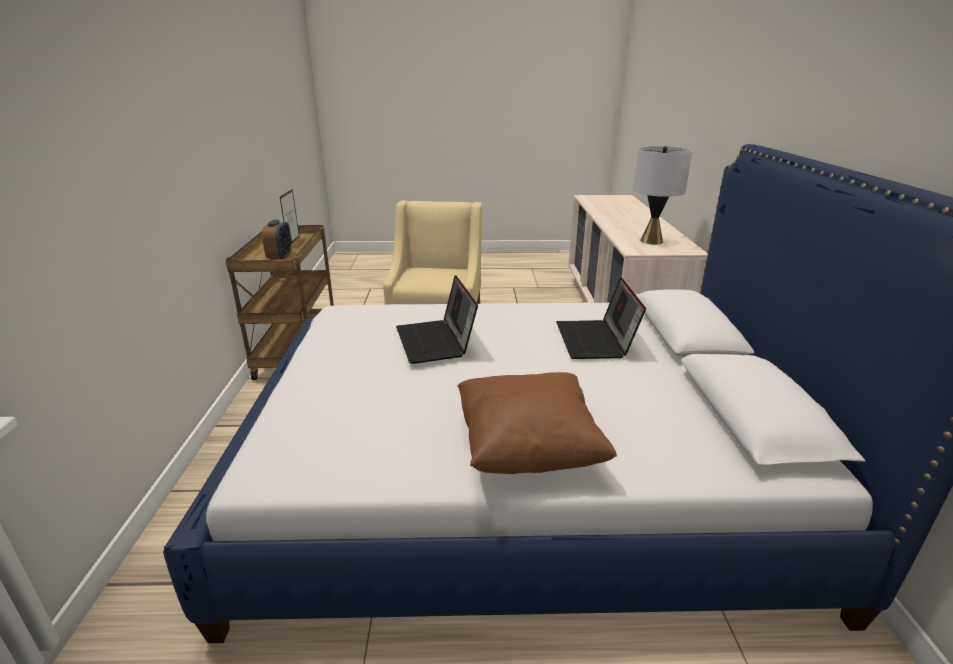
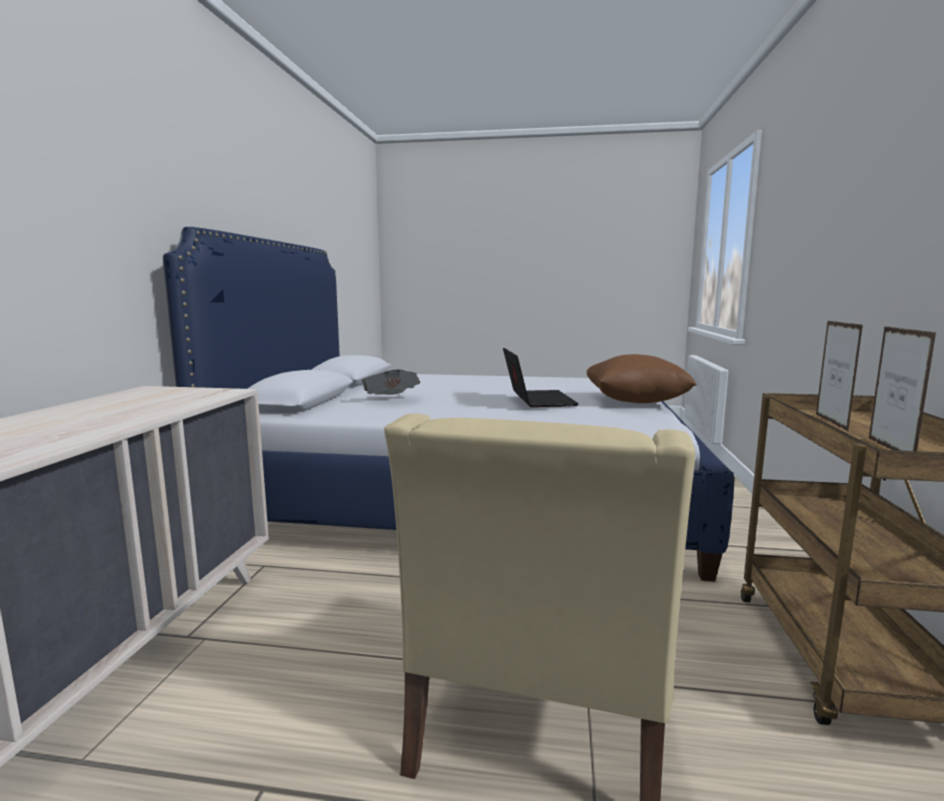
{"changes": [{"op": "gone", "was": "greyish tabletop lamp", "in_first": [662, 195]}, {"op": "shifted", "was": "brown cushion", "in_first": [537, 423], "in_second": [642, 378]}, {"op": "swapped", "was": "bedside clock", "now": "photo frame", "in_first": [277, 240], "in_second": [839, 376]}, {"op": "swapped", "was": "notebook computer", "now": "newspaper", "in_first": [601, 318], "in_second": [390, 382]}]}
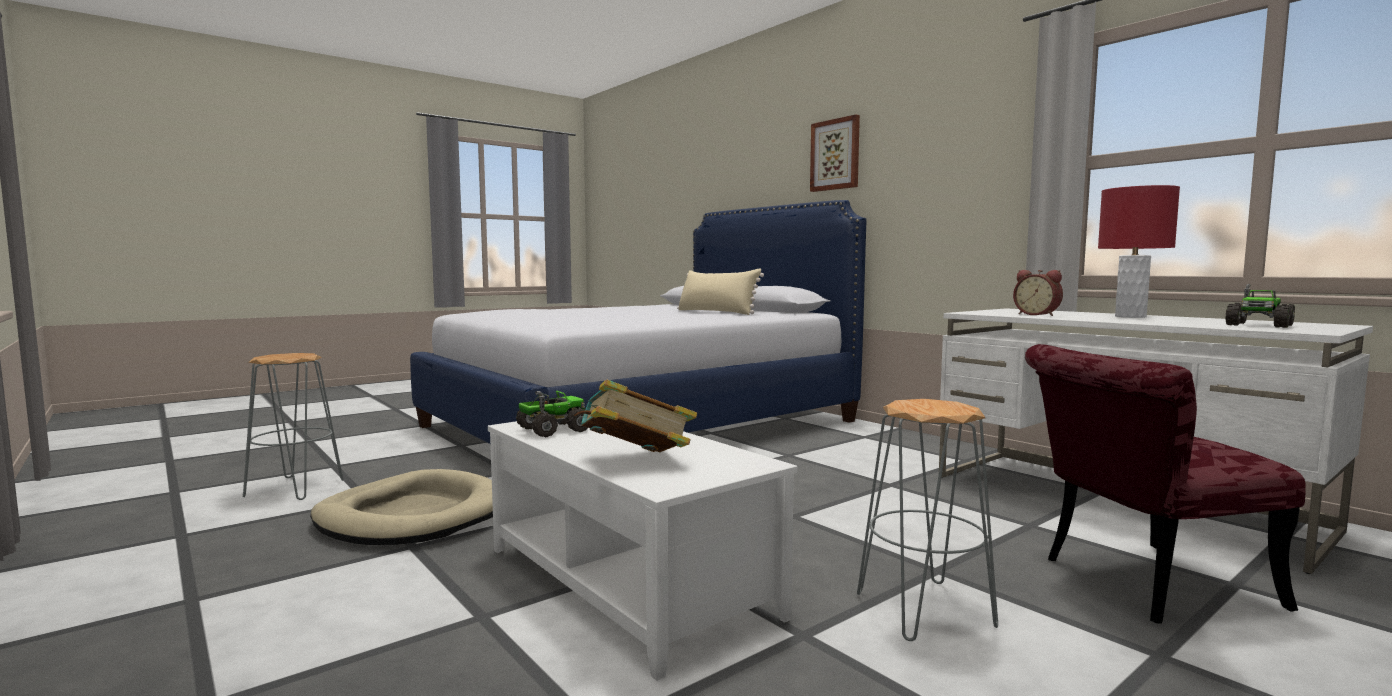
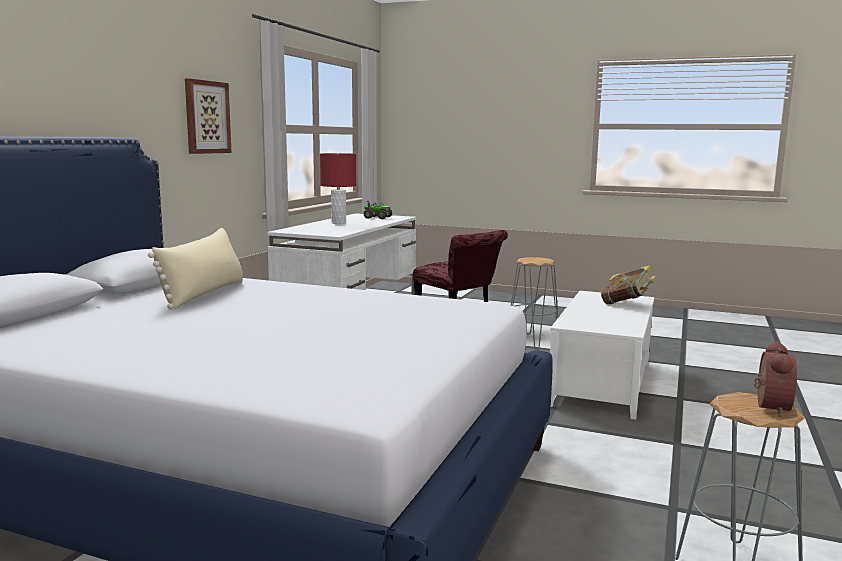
{"changes": [{"op": "gone", "was": "sand-coloured dog bed", "in_first": [401, 507]}, {"op": "gone", "was": "toy truck", "in_first": [552, 414]}, {"op": "shifted", "was": "wall art", "in_first": [835, 153], "in_second": [208, 116]}, {"op": "shifted", "was": "bedside clock", "in_first": [1038, 293], "in_second": [775, 378]}]}
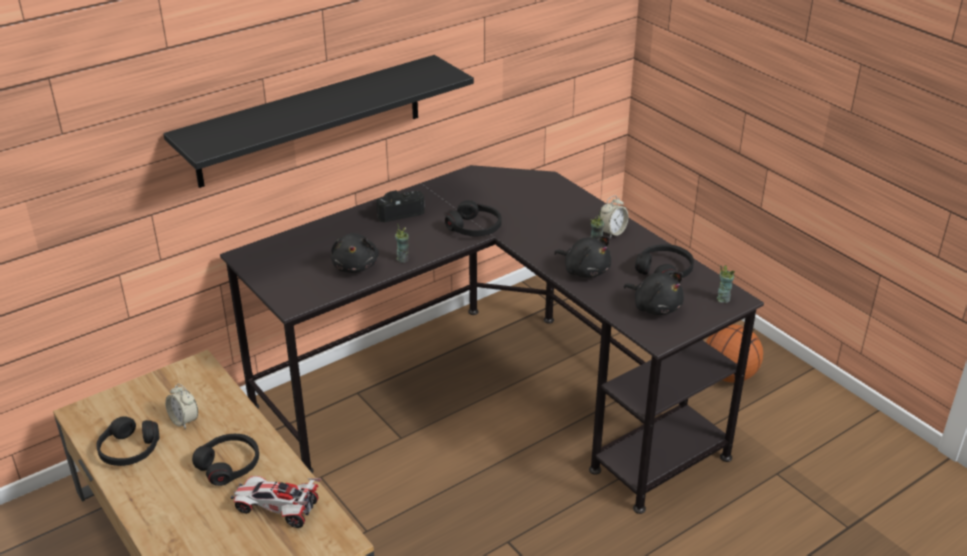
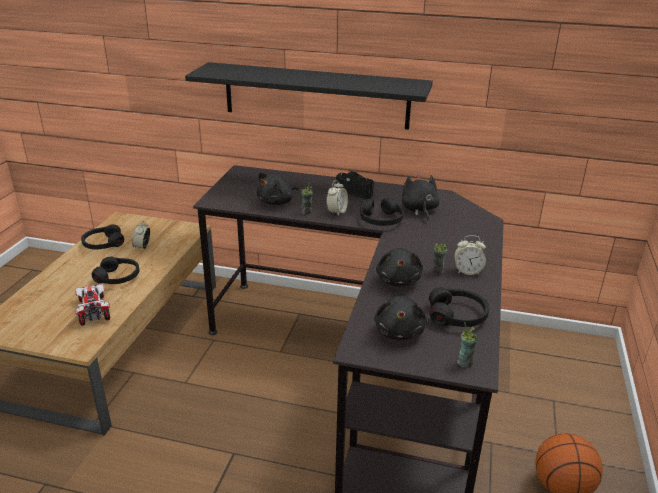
{"changes": [{"op": "new", "now": "bedside clock", "in_second": [337, 198]}, {"op": "new", "now": "black-coloured plush toy", "in_second": [421, 197]}]}
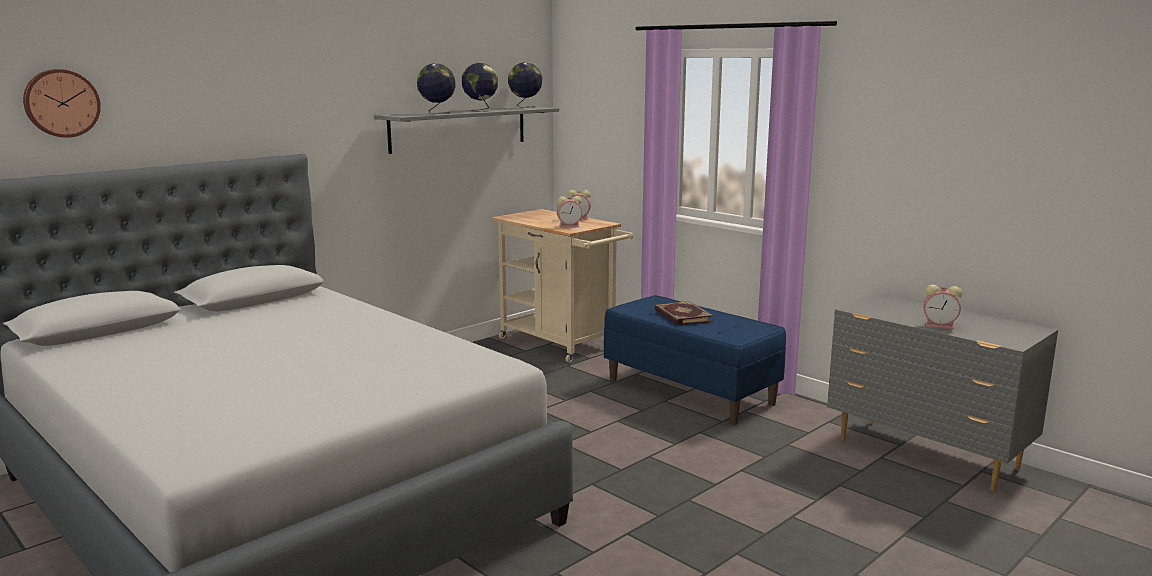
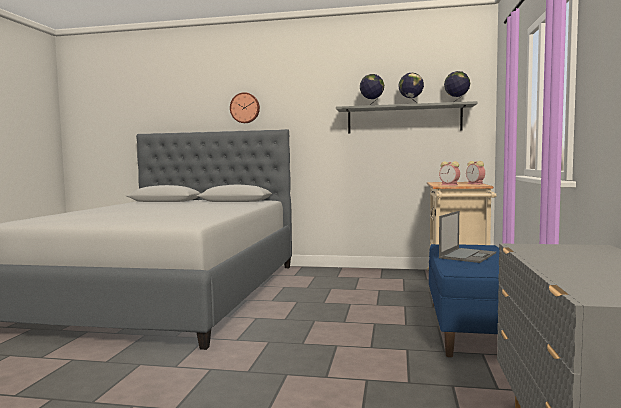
{"changes": [{"op": "gone", "was": "bedside clock", "in_first": [942, 307]}, {"op": "shifted", "was": "clock on the wall", "in_first": [62, 103], "in_second": [245, 107]}, {"op": "swapped", "was": "bound book", "now": "notebook computer", "in_first": [684, 313], "in_second": [467, 237]}]}
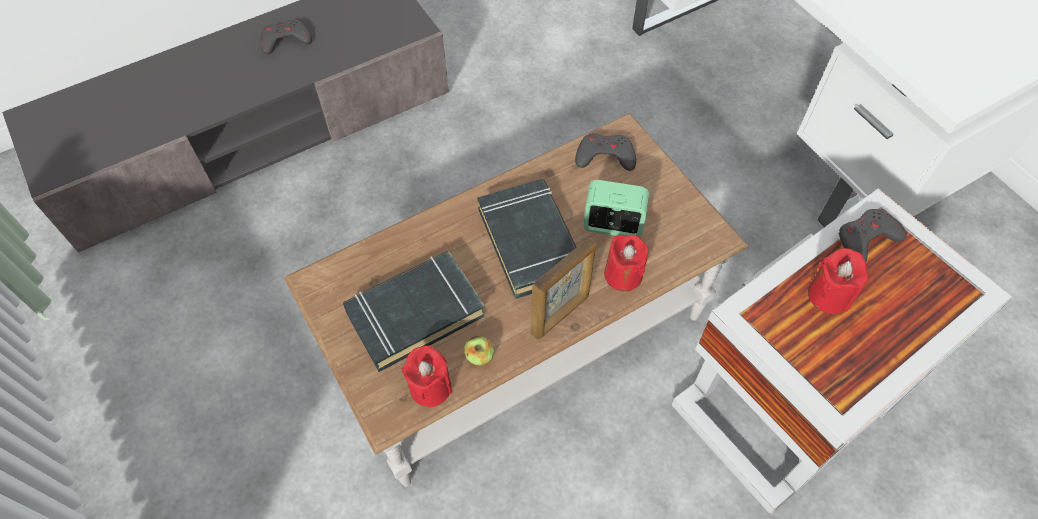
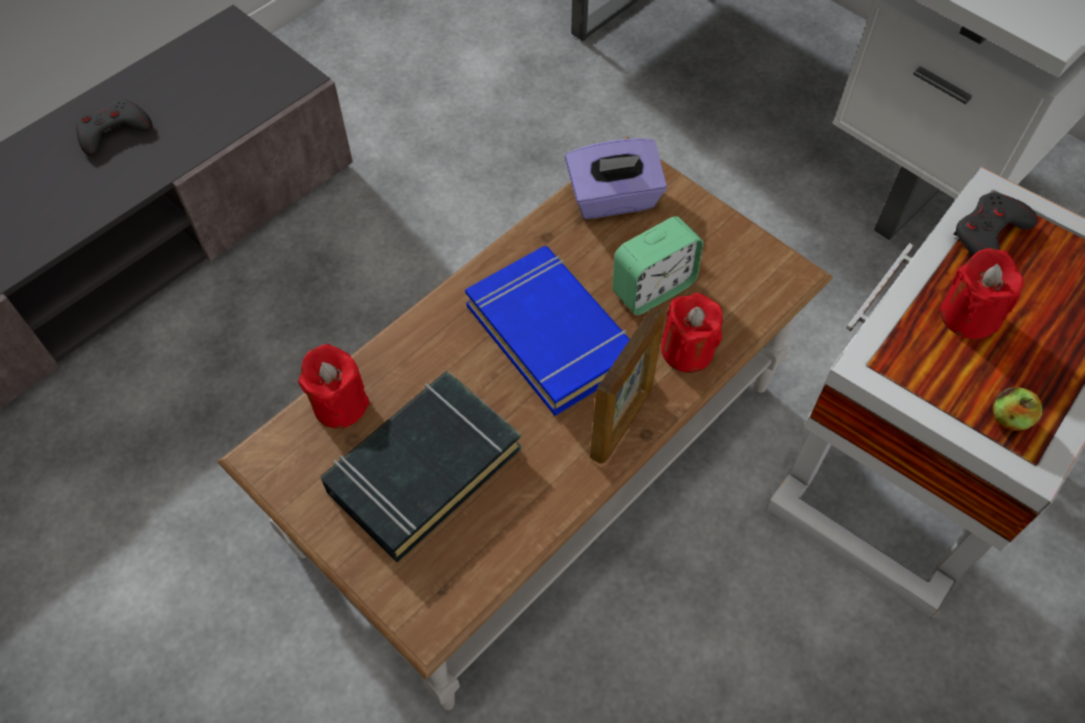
{"changes": [{"op": "shifted", "was": "red-coloured wax light", "in_first": [427, 376], "in_second": [334, 386]}, {"op": "shifted", "was": "apple fruit", "in_first": [479, 351], "in_second": [1017, 409]}, {"op": "swapped", "was": "greyish gamepad", "now": "purple-coloured box of tissues", "in_first": [605, 152], "in_second": [616, 178]}, {"op": "repainted", "was": "black-coloured bound book", "now": "blue bound book", "in_first": [527, 239], "in_second": [547, 331]}, {"op": "rotated", "was": "bedside clock", "in_first": [616, 208], "in_second": [657, 265], "clockwise": 150}]}
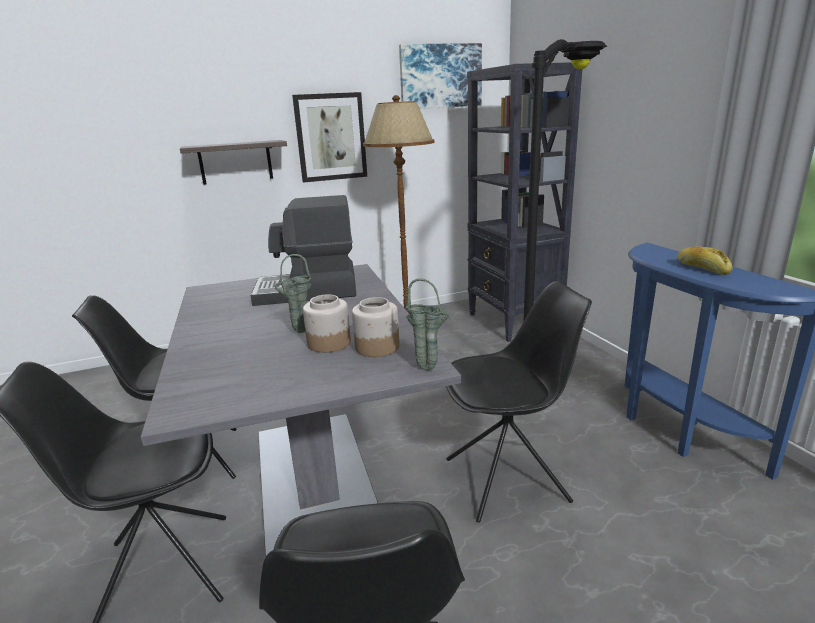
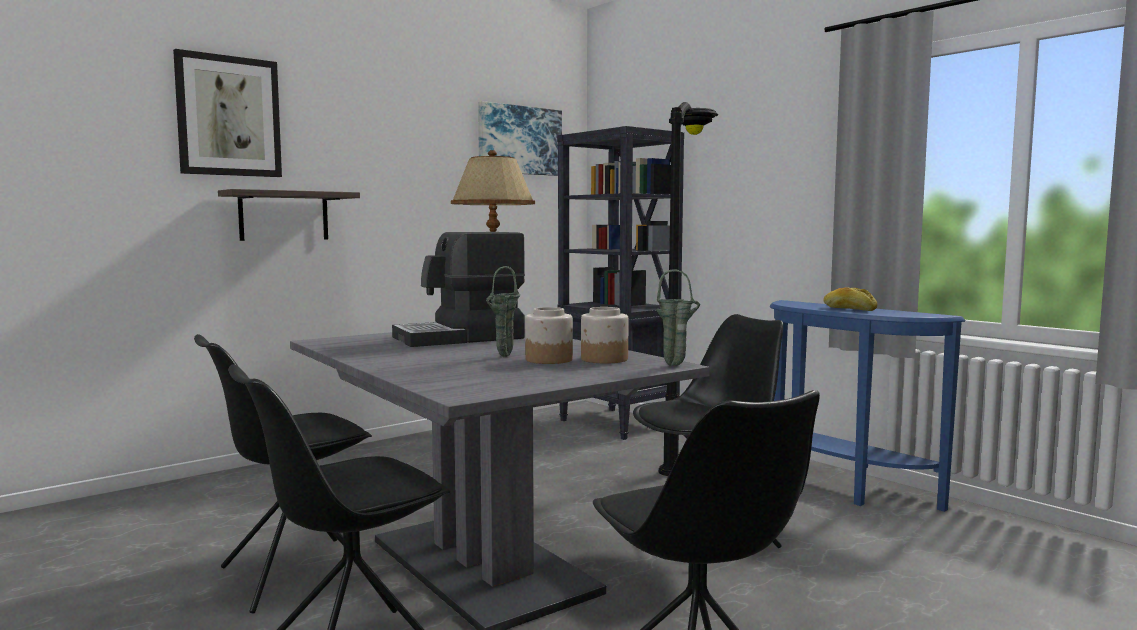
{"changes": [{"op": "shifted", "was": "wall art", "in_first": [329, 137], "in_second": [227, 113]}]}
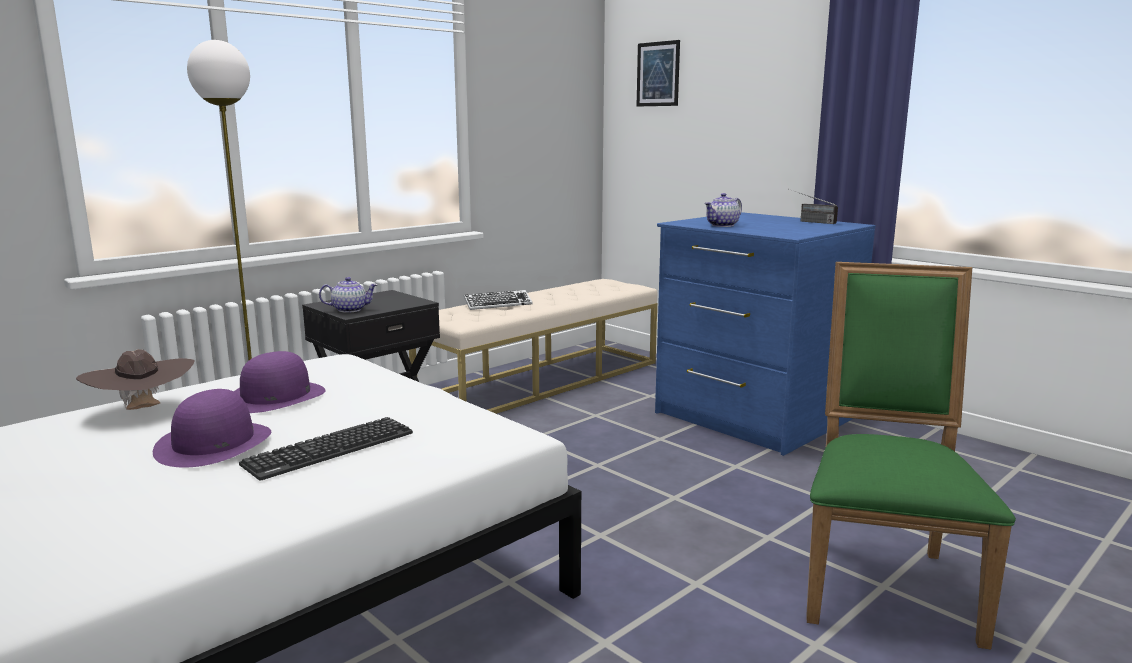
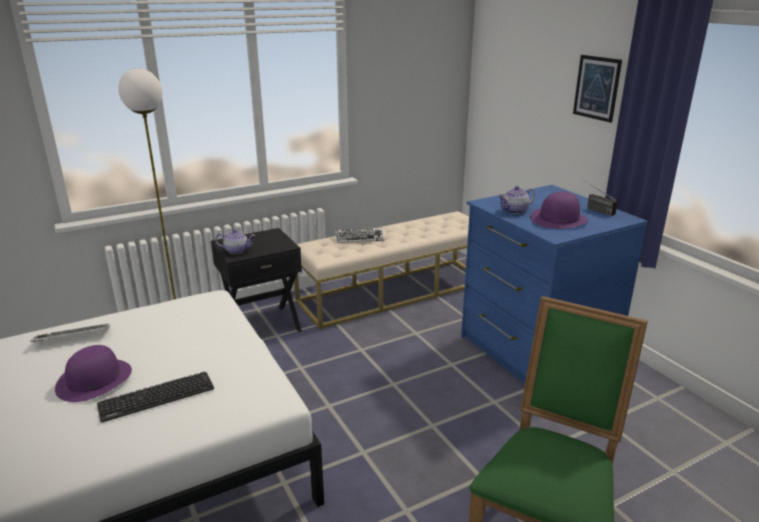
{"changes": [{"op": "shifted", "was": "purple-coloured clothing hat", "in_first": [280, 382], "in_second": [559, 210]}, {"op": "shifted", "was": "wall art", "in_first": [658, 73], "in_second": [597, 89]}, {"op": "swapped", "was": "brown clothing hat", "now": "computer keyboard", "in_first": [135, 379], "in_second": [70, 333]}]}
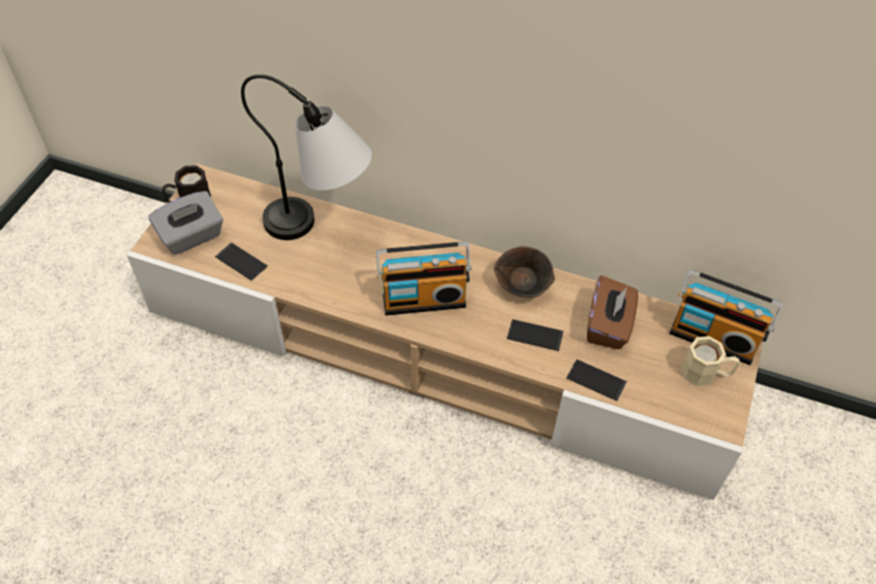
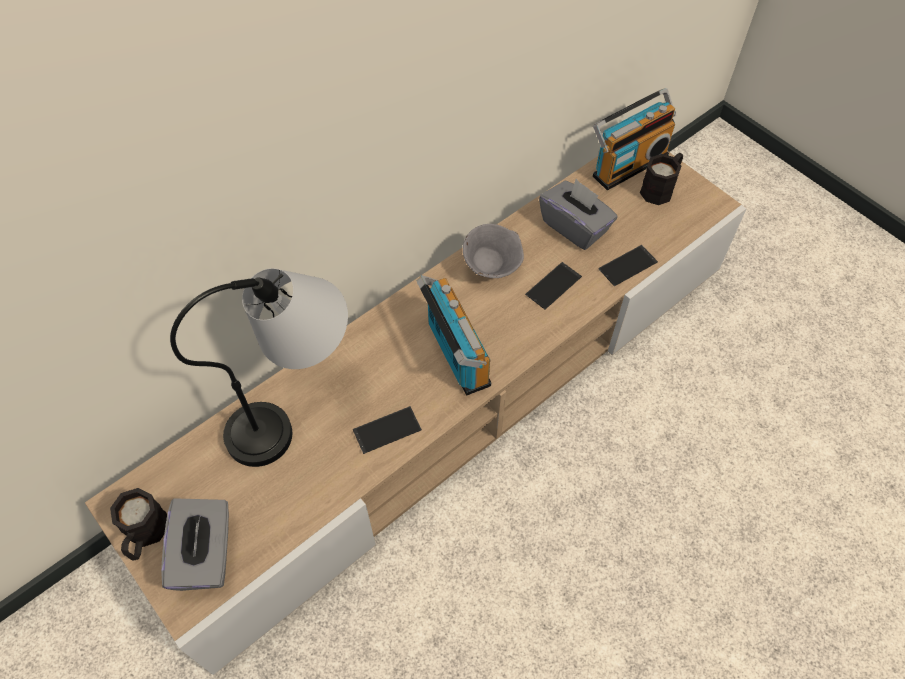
{"changes": [{"op": "shifted", "was": "telephone", "in_first": [241, 261], "in_second": [387, 430]}, {"op": "repainted", "was": "brown deep dish", "now": "greyish deep dish", "in_first": [524, 272], "in_second": [493, 251]}, {"op": "repainted", "was": "brown box of tissues", "now": "greyish box of tissues", "in_first": [612, 312], "in_second": [578, 214]}, {"op": "repainted", "was": "sand-coloured mug", "now": "black-coloured mug", "in_first": [710, 361], "in_second": [661, 179]}, {"op": "rotated", "was": "radio receiver", "in_first": [424, 278], "in_second": [454, 335], "clockwise": -45}]}
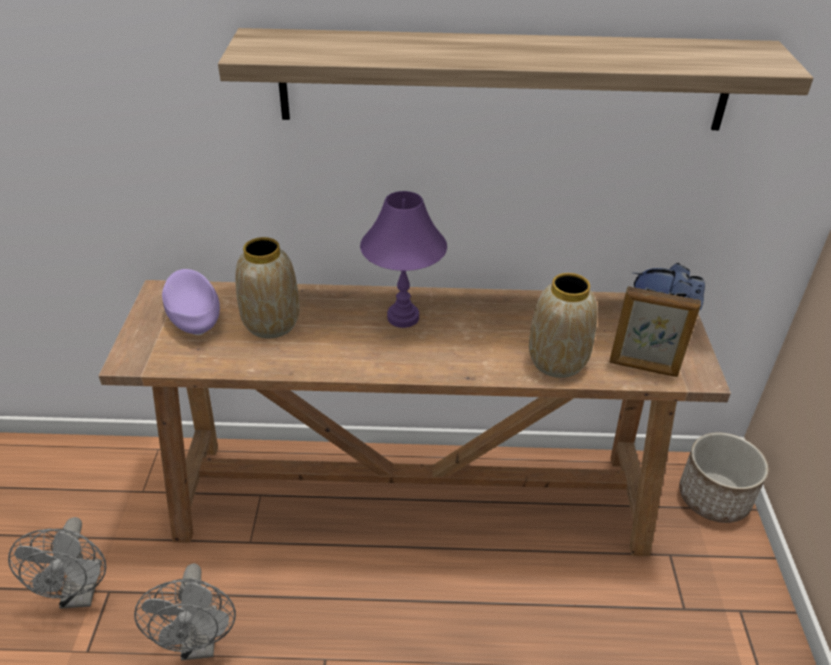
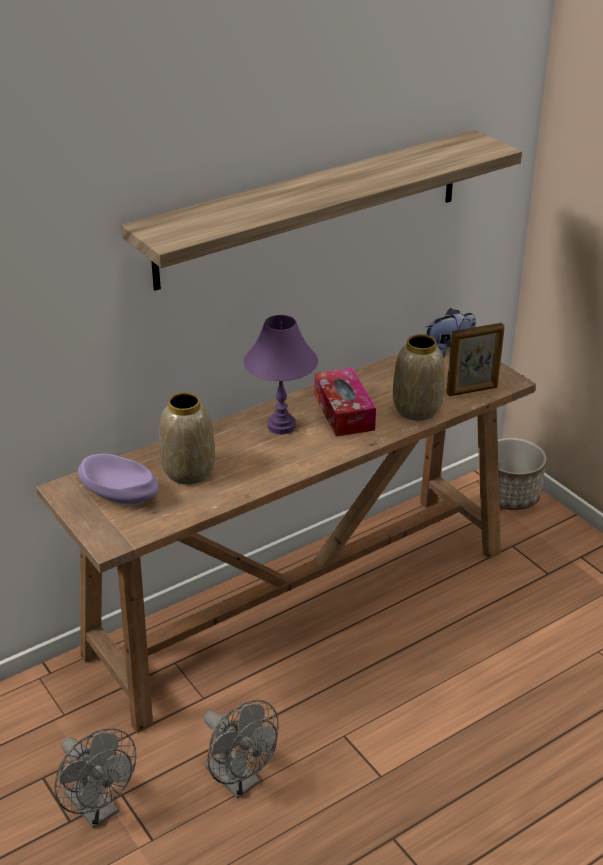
{"changes": [{"op": "new", "now": "box of tissues", "in_second": [345, 402]}]}
